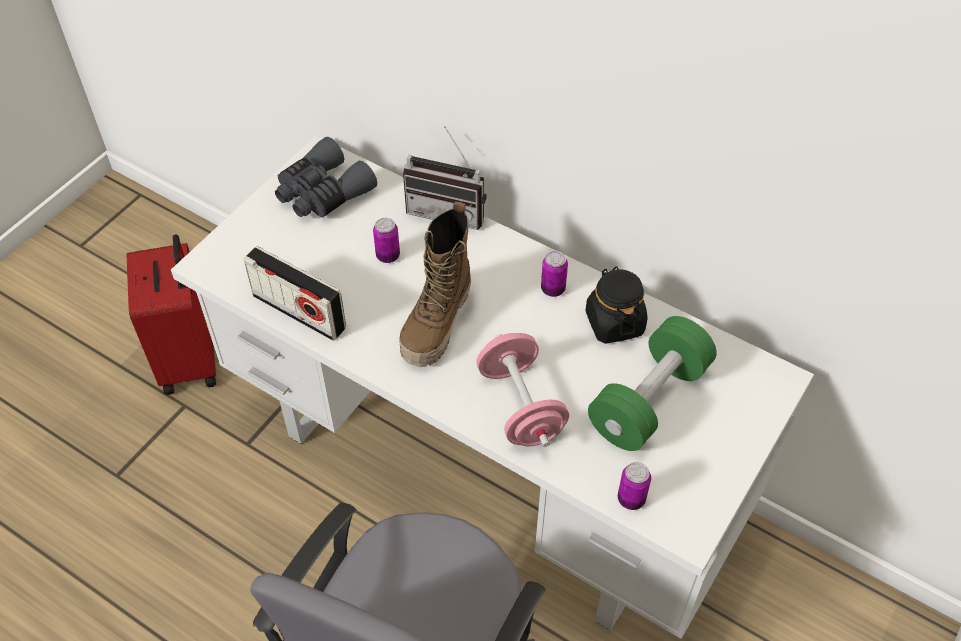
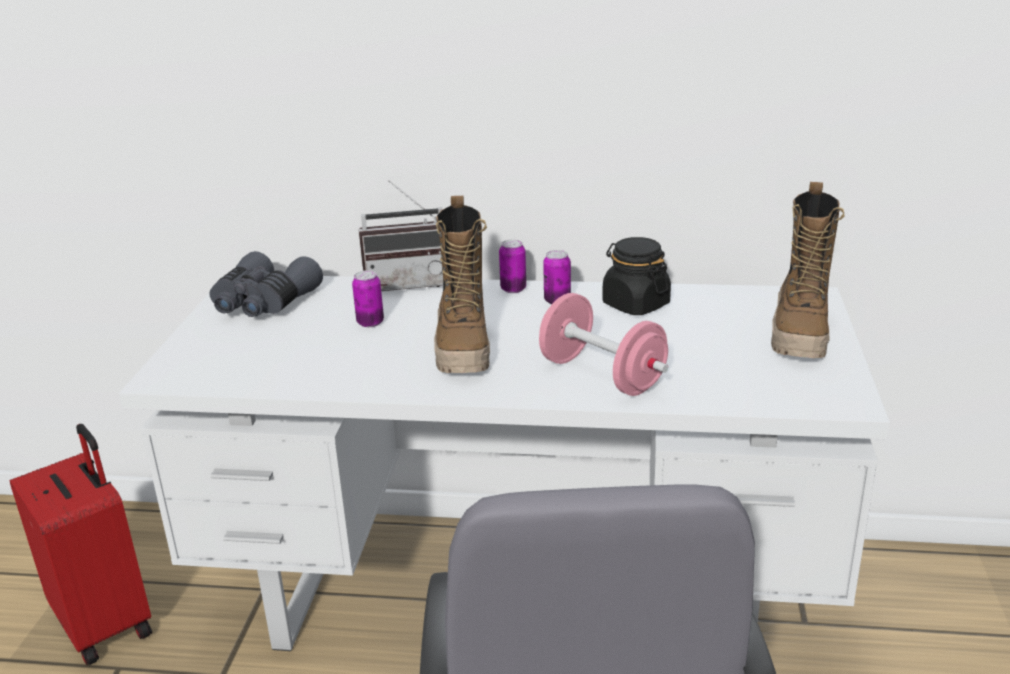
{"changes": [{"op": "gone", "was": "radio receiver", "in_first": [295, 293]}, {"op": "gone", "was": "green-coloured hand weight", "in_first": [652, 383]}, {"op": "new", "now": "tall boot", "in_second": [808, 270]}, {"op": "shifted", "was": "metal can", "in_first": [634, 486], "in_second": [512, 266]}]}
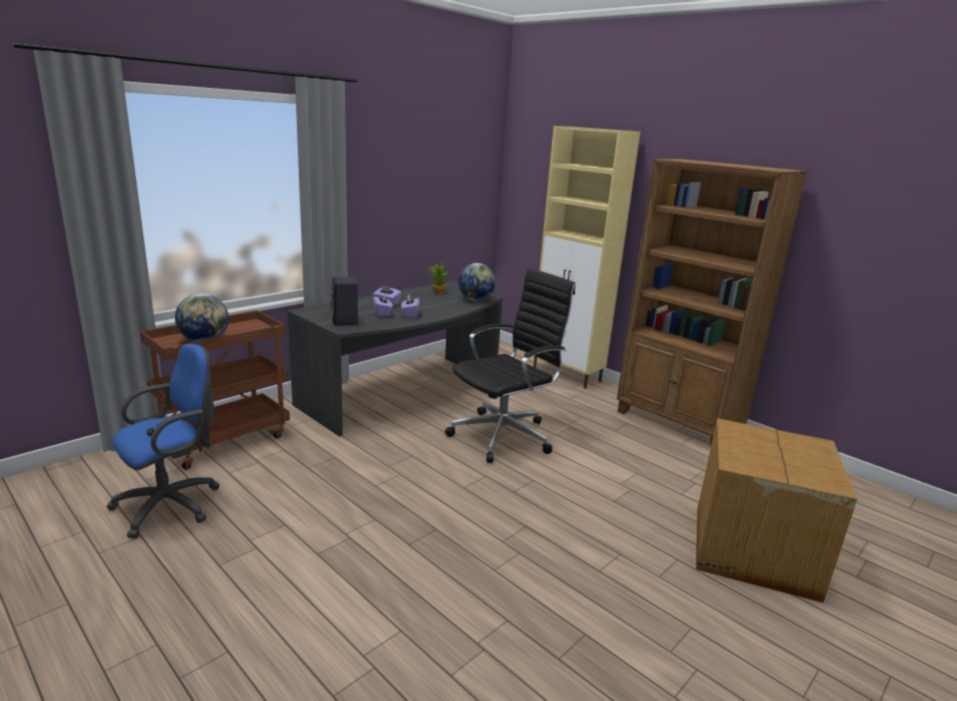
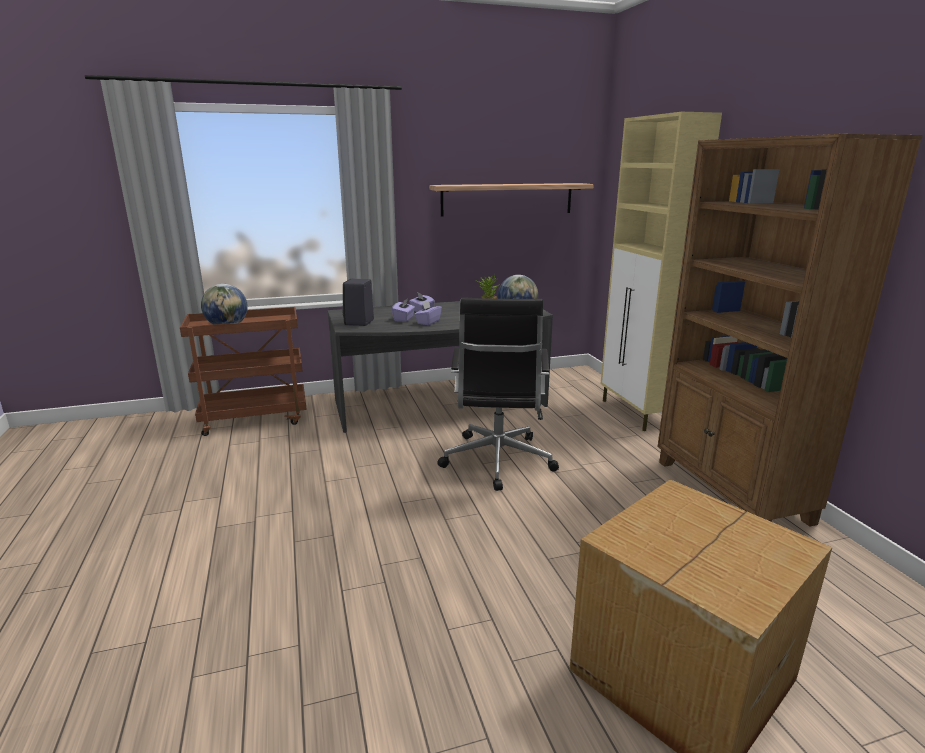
{"changes": [{"op": "gone", "was": "blue computer chair", "in_first": [163, 441]}, {"op": "new", "now": "wall shelf", "in_second": [511, 200]}, {"op": "rotated", "was": "black-coloured computer chair", "in_first": [510, 365], "in_second": [498, 394], "clockwise": 105}]}
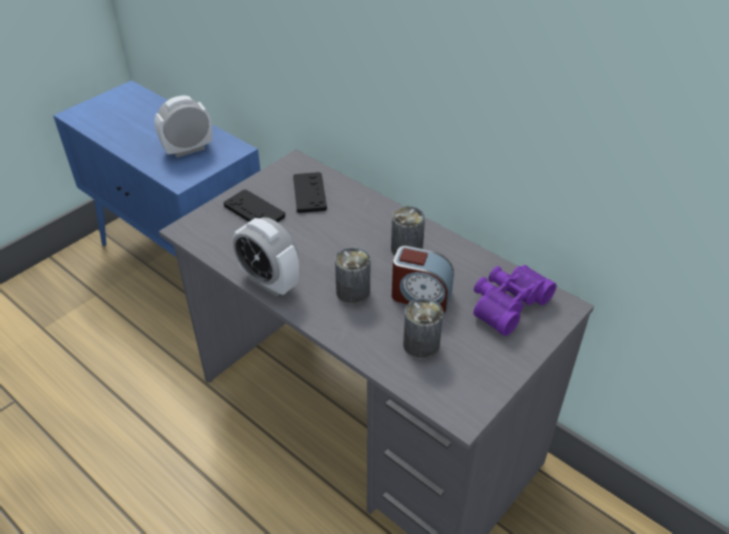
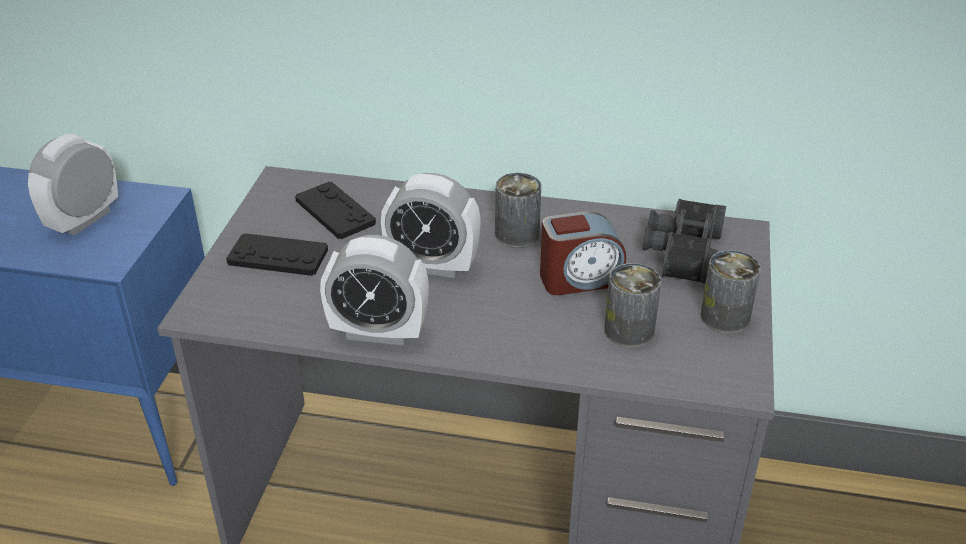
{"changes": [{"op": "new", "now": "bedside clock", "in_second": [431, 225]}, {"op": "shifted", "was": "metal can", "in_first": [352, 276], "in_second": [730, 291]}, {"op": "repainted", "was": "purple-coloured pair of binoculars", "now": "black-coloured pair of binoculars", "in_first": [515, 300], "in_second": [684, 241]}]}
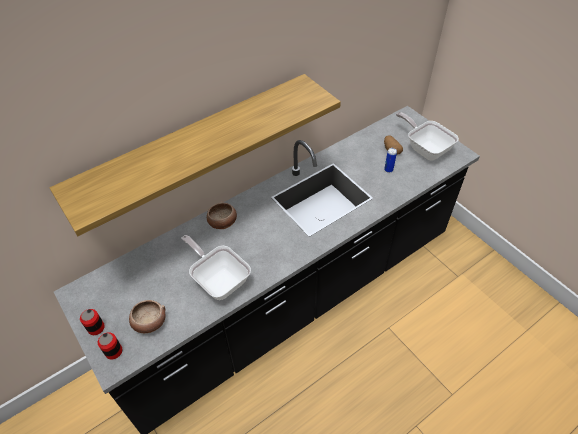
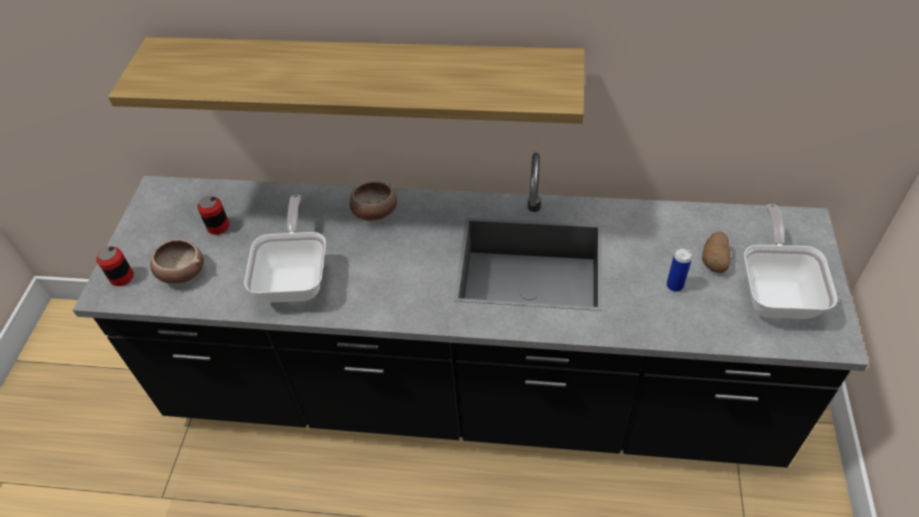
{"changes": [{"op": "shifted", "was": "metal can", "in_first": [92, 322], "in_second": [213, 215]}]}
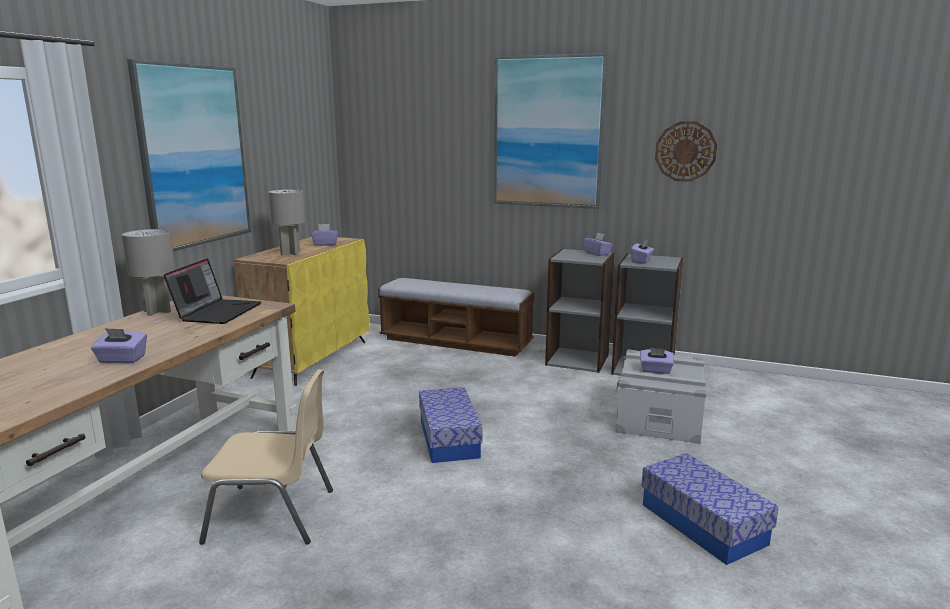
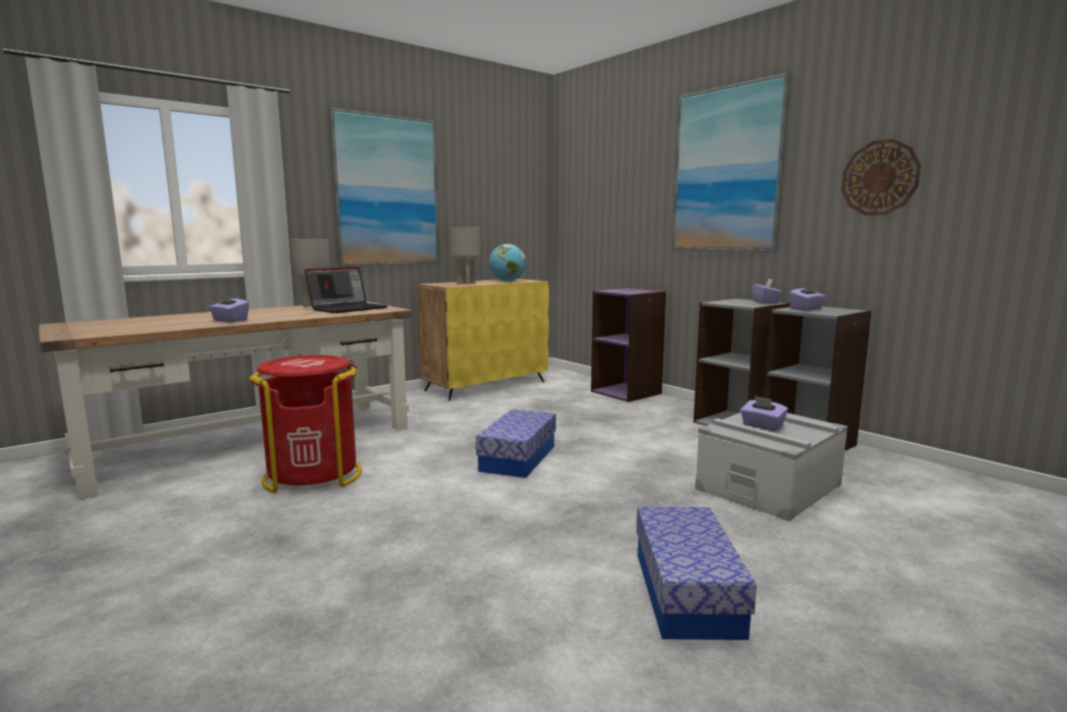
{"changes": [{"op": "swapped", "was": "sand-coloured chair", "now": "red-coloured trash can", "in_first": [266, 457], "in_second": [305, 424]}, {"op": "swapped", "was": "purple-coloured box of tissues", "now": "world globe", "in_first": [324, 235], "in_second": [507, 263]}, {"op": "swapped", "was": "bench", "now": "purple-coloured bookcase", "in_first": [456, 317], "in_second": [628, 345]}]}
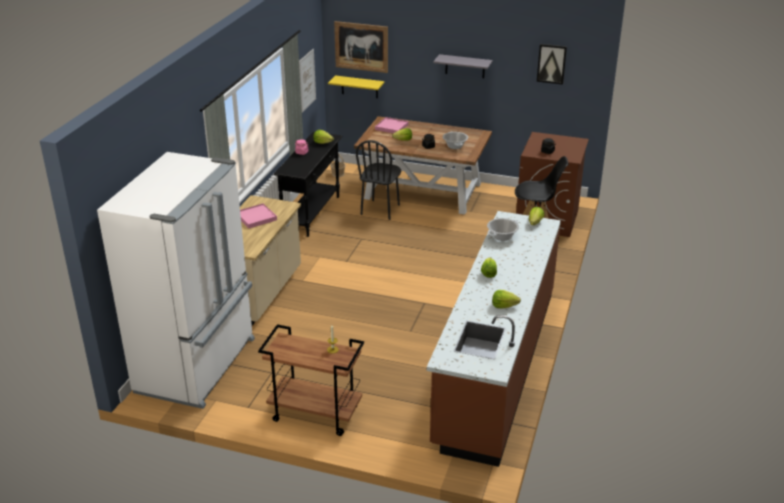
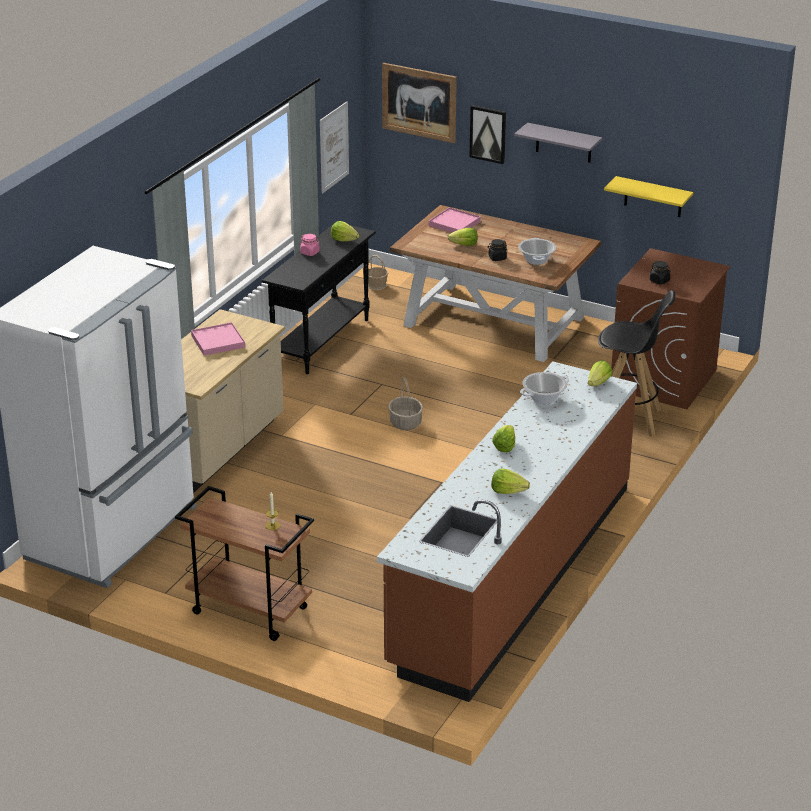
{"changes": [{"op": "gone", "was": "black-coloured chair", "in_first": [378, 180]}, {"op": "new", "now": "household basket", "in_second": [405, 403]}, {"op": "shifted", "was": "yellowish wall shelf", "in_first": [356, 86], "in_second": [648, 196]}, {"op": "shifted", "was": "wall art", "in_first": [552, 64], "in_second": [487, 134]}]}
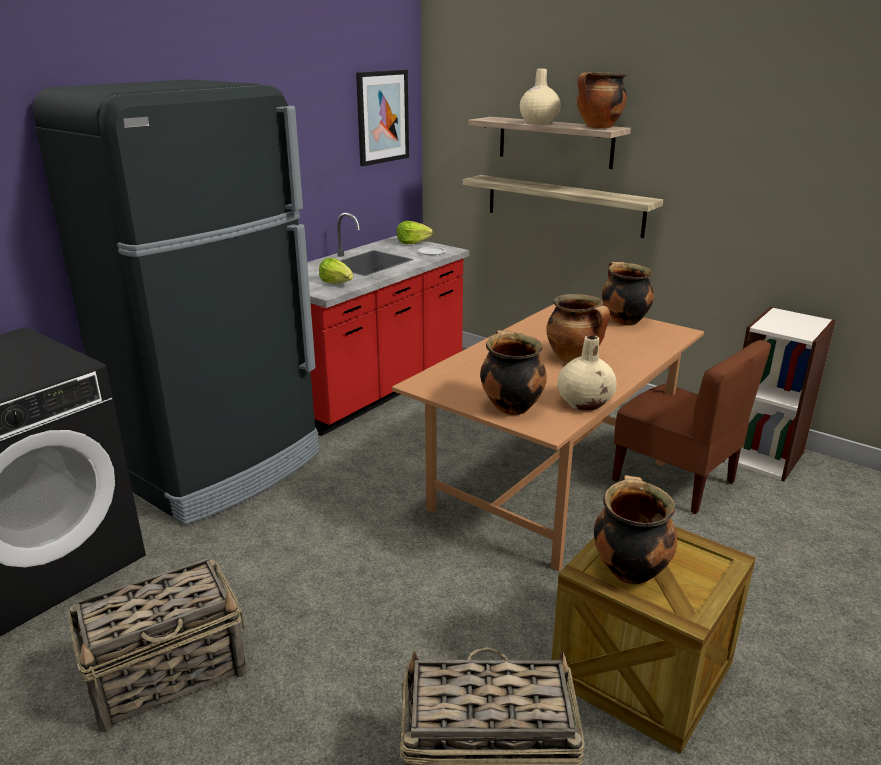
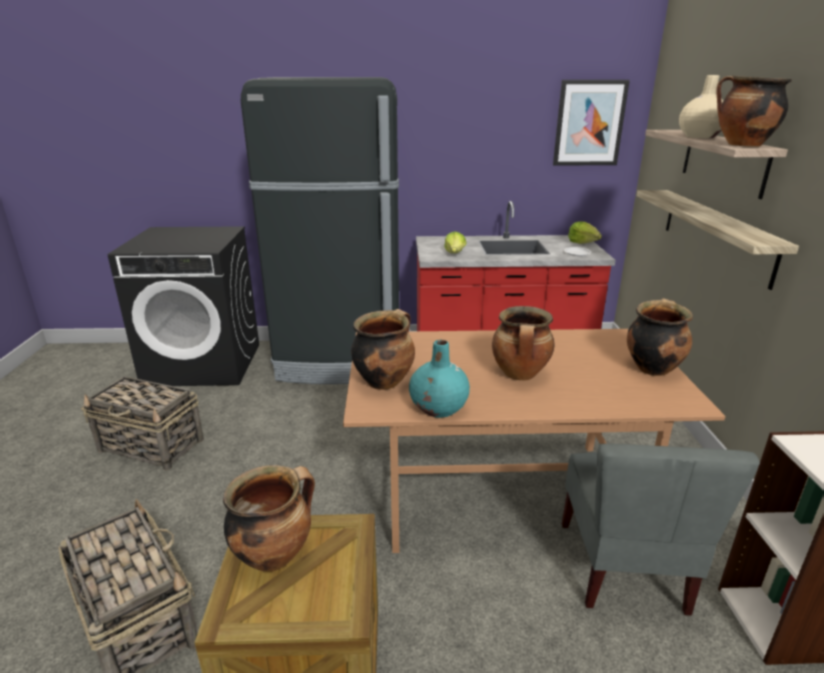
{"changes": [{"op": "repainted", "was": "sand-coloured vase", "now": "turquoise-coloured vase", "in_first": [587, 372], "in_second": [439, 379]}, {"op": "repainted", "was": "brown chair", "now": "greyish chair", "in_first": [691, 427], "in_second": [661, 530]}]}
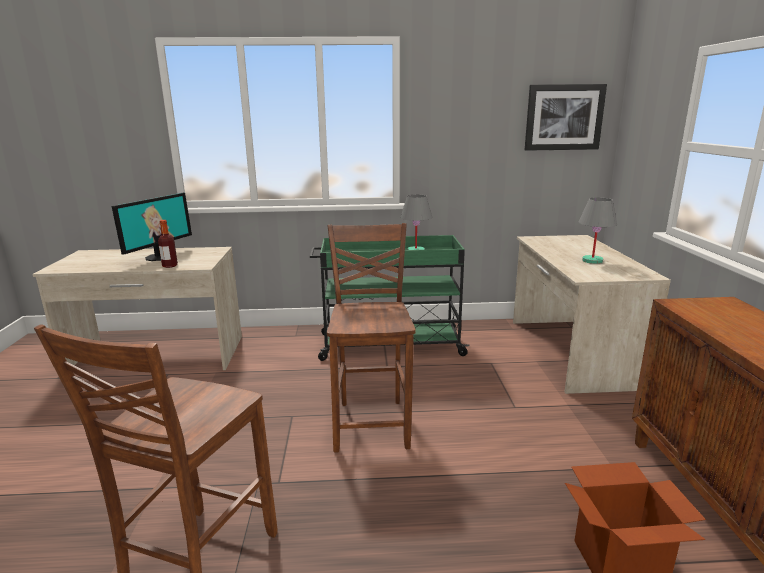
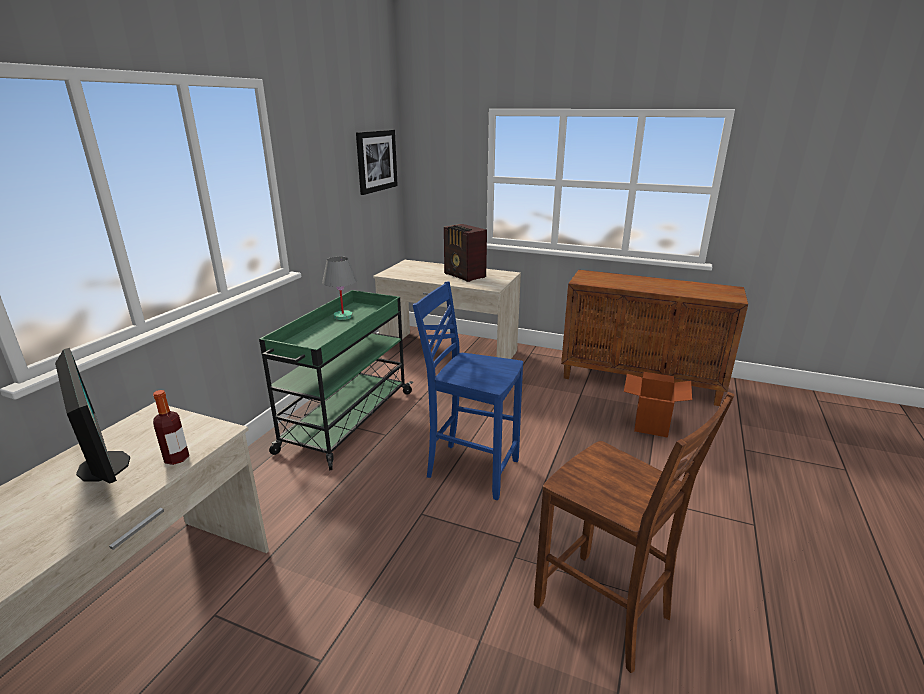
{"changes": [{"op": "swapped", "was": "greyish tabletop lamp", "now": "radio receiver", "in_first": [598, 230], "in_second": [465, 253]}, {"op": "repainted", "was": "brown chair", "now": "blue chair", "in_first": [371, 337], "in_second": [468, 390]}]}
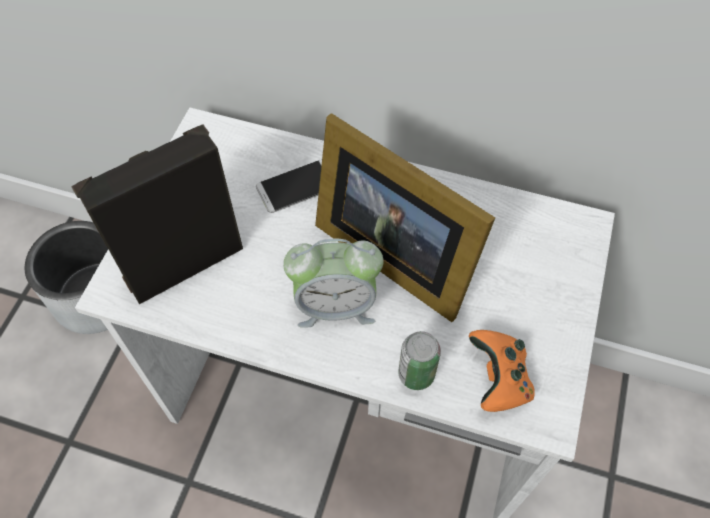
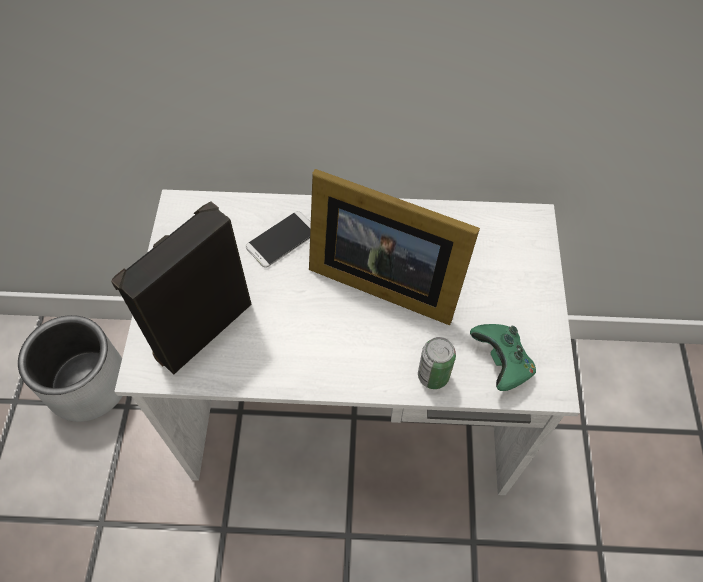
{"changes": [{"op": "gone", "was": "bedside clock", "in_first": [333, 283]}, {"op": "repainted", "was": "orange gamepad", "now": "green-coloured gamepad", "in_first": [502, 371], "in_second": [503, 357]}]}
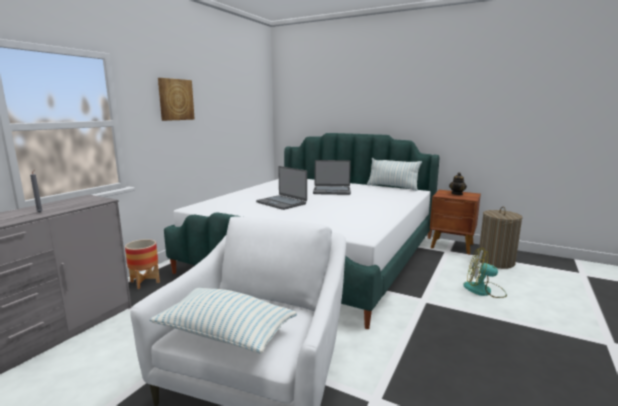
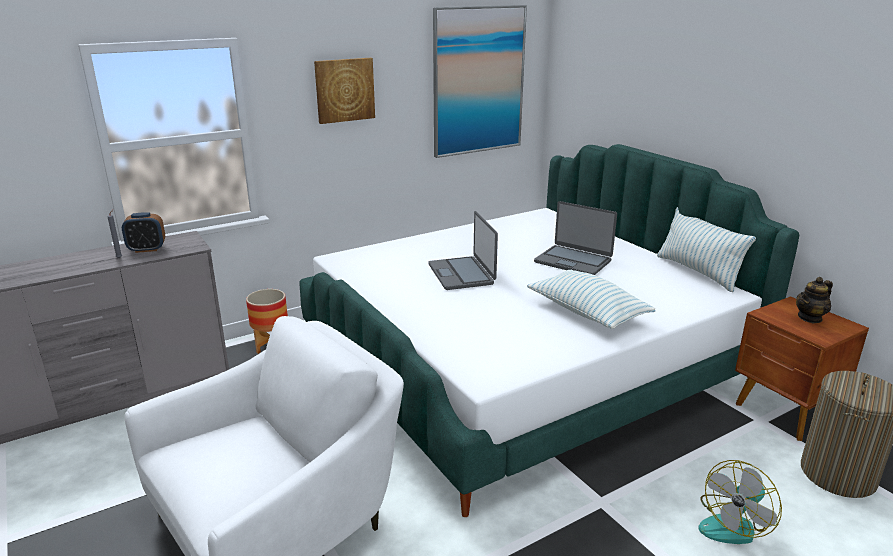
{"changes": [{"op": "new", "now": "bedside clock", "in_second": [143, 232]}, {"op": "new", "now": "wall art", "in_second": [480, 81]}, {"op": "shifted", "was": "cushion", "in_first": [223, 321], "in_second": [591, 299]}, {"op": "rotated", "was": "fan", "in_first": [485, 273], "in_second": [740, 502], "clockwise": -90}]}
